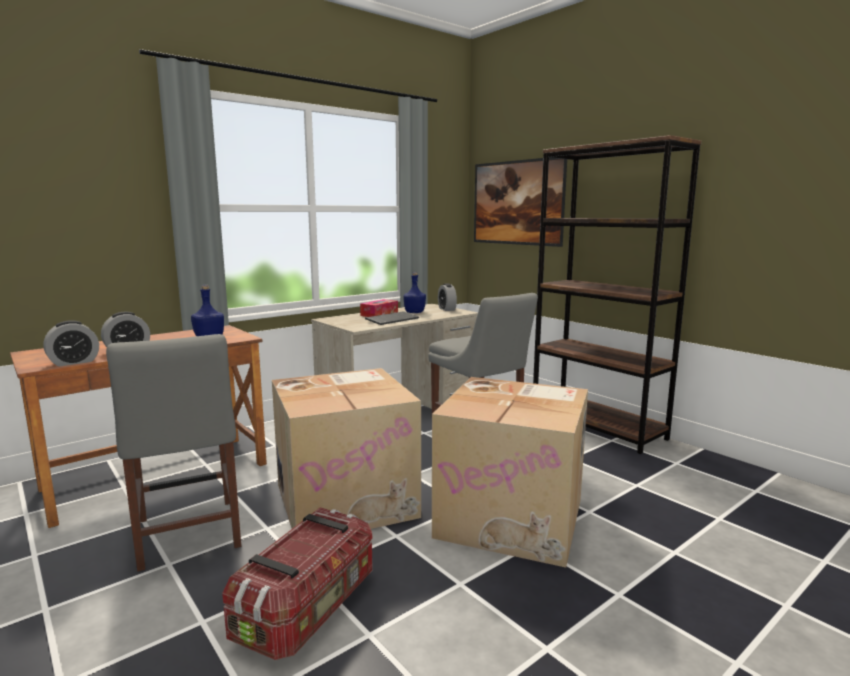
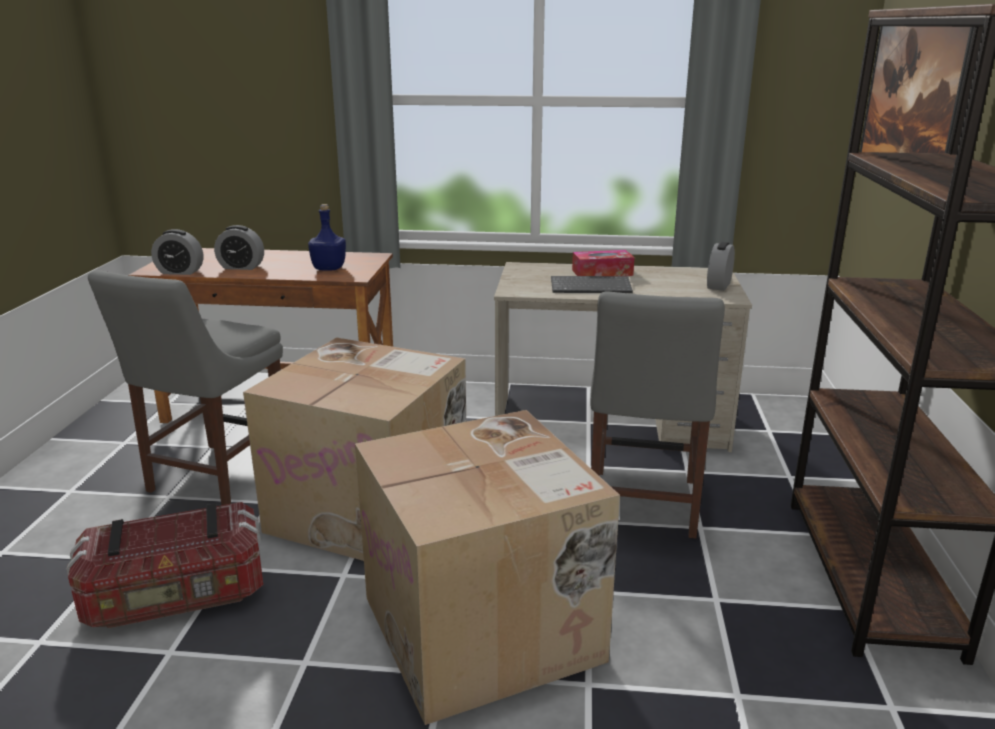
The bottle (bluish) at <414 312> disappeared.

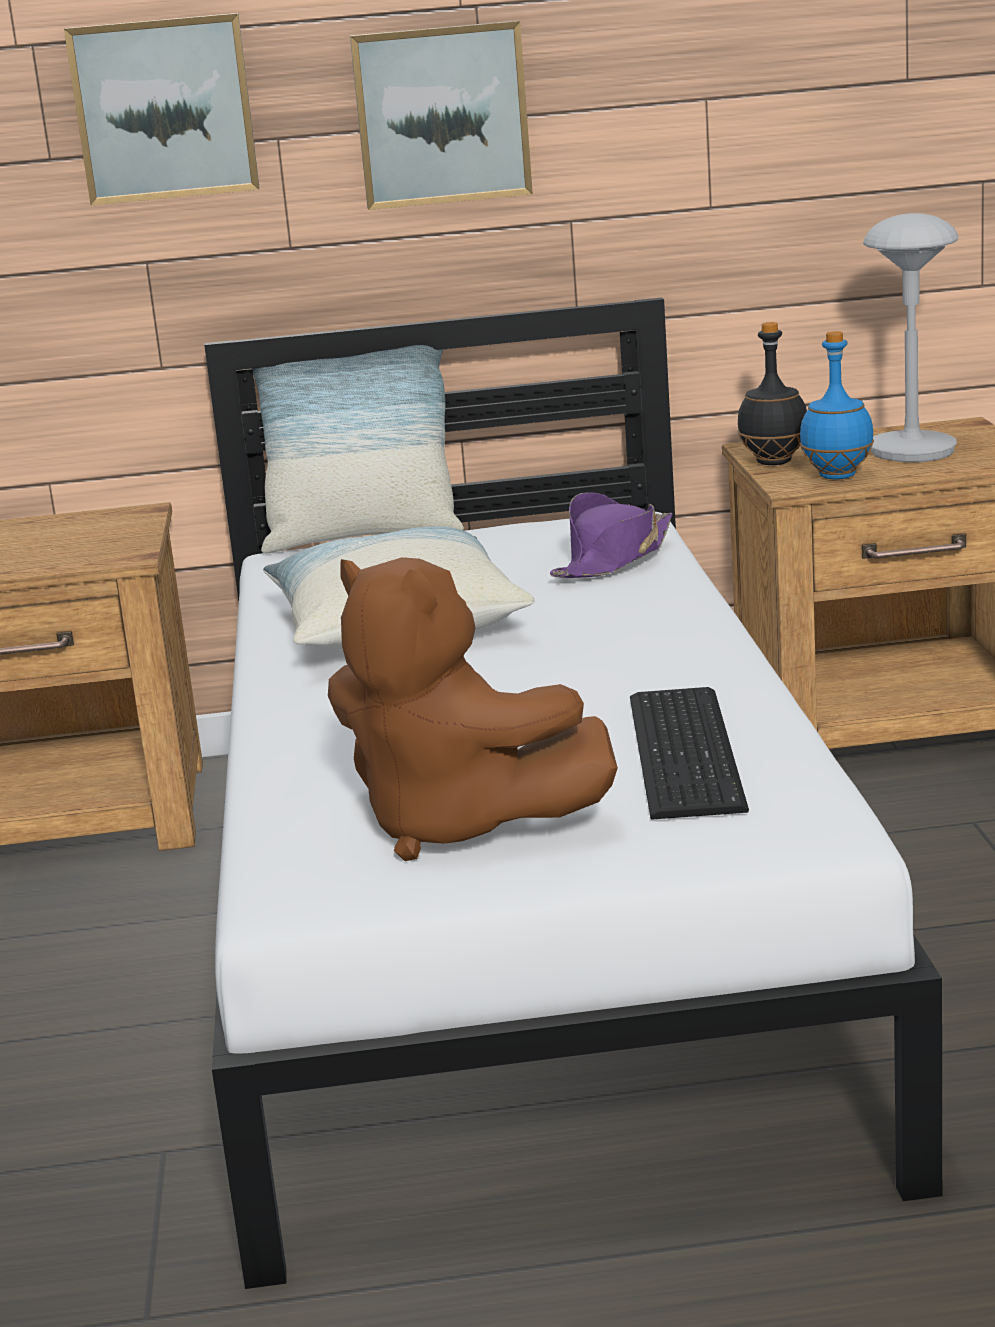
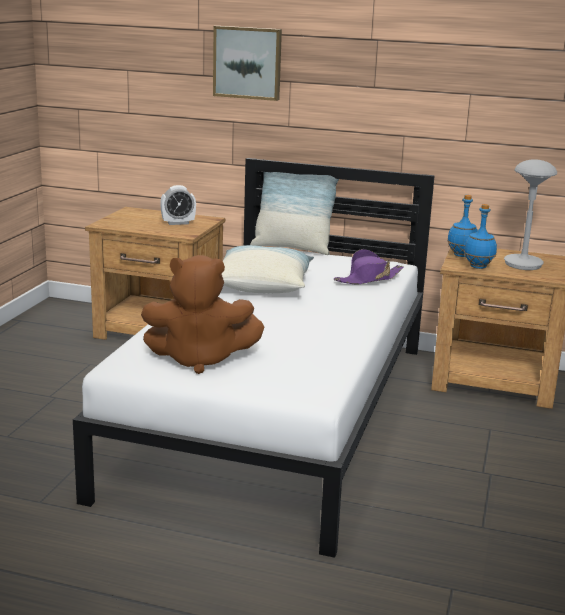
The wall art at <441 115> disappeared.
The bottle (blackish) at <773 462> became the bottle (bluish) at <461 255>.
The plush toy (brown-coloured) at <458 825> turned 60 degrees counterclockwise.
The PC keyboard at <690 750> disappeared.
The alarm clock at <178 223> appeared.

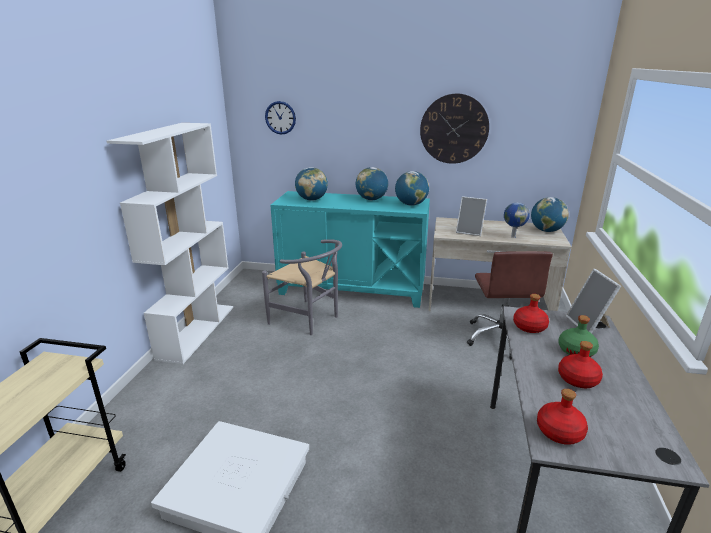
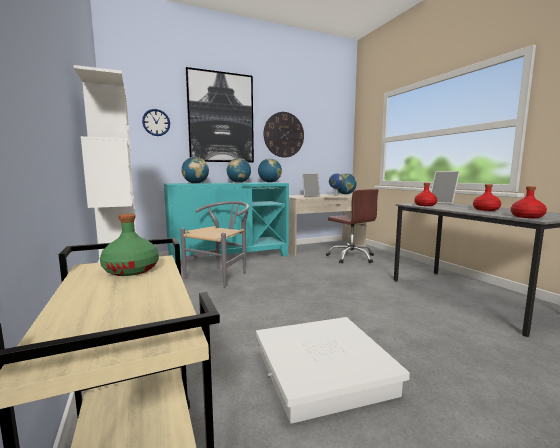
The plain chair (greyish) at <309 320> turned 60 degrees counterclockwise.
The bottle (greenish) moved from <576 351> to <131 270>.
The wall art at <221 118> appeared.

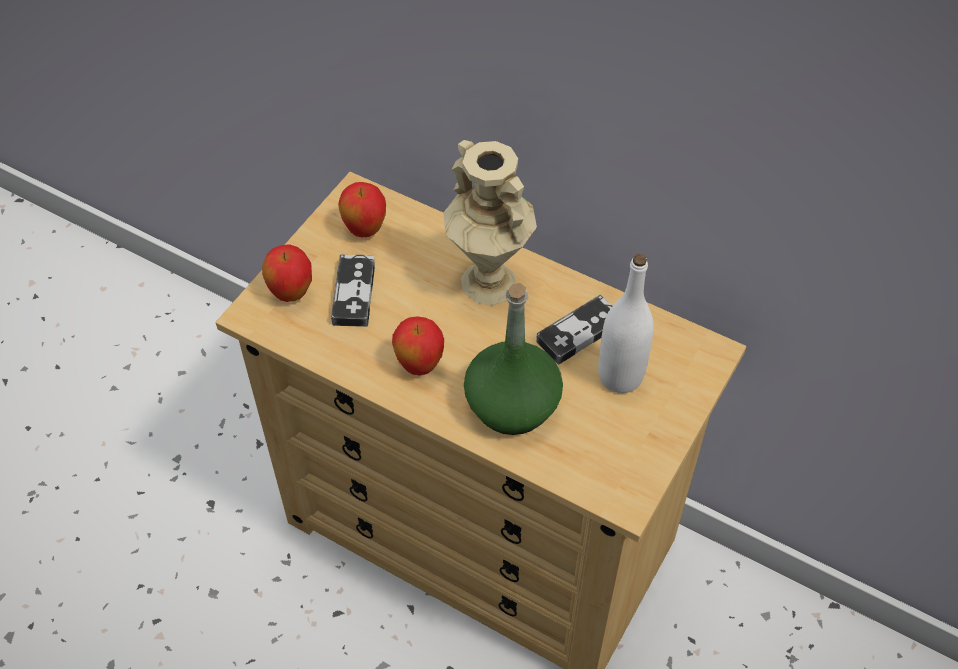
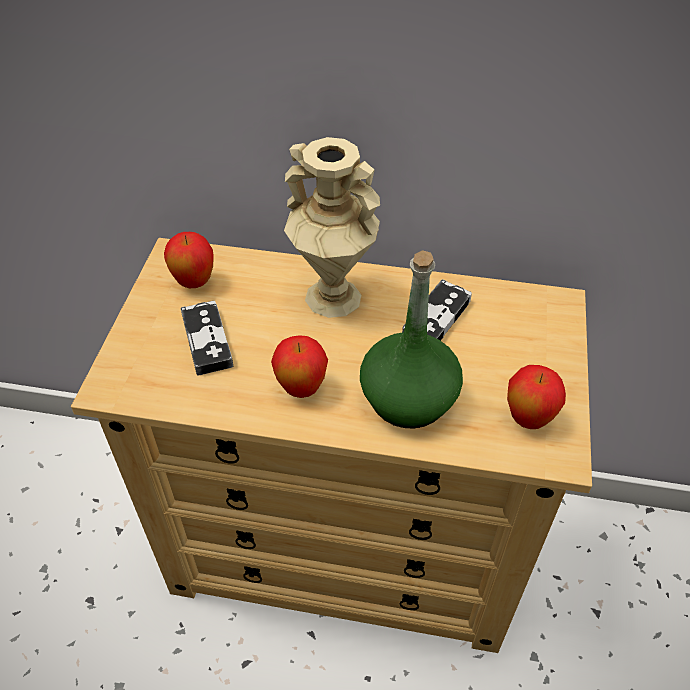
The apple moved from <291 293> to <528 418>.
The bottle (whitish) at <620 376> disappeared.

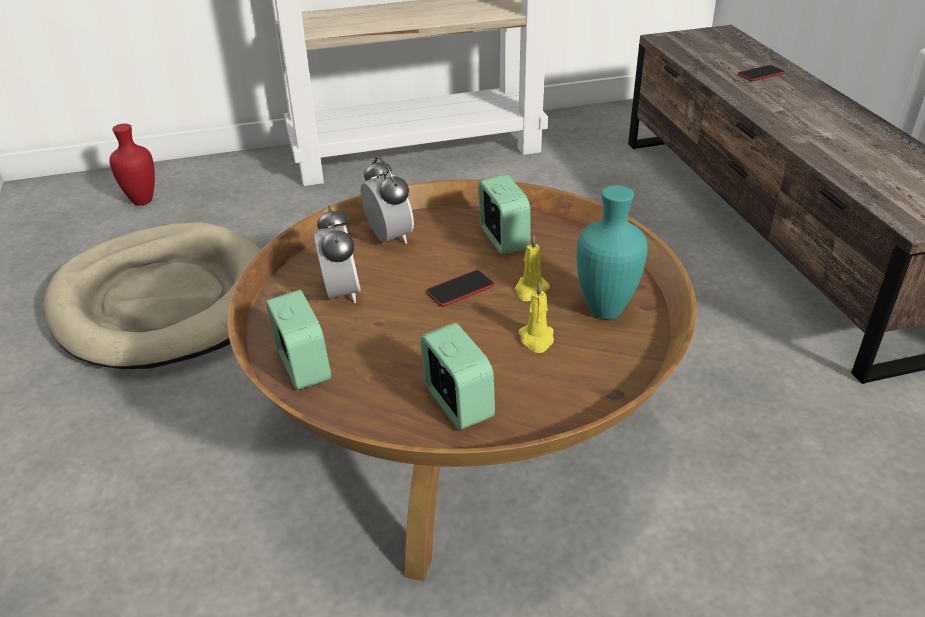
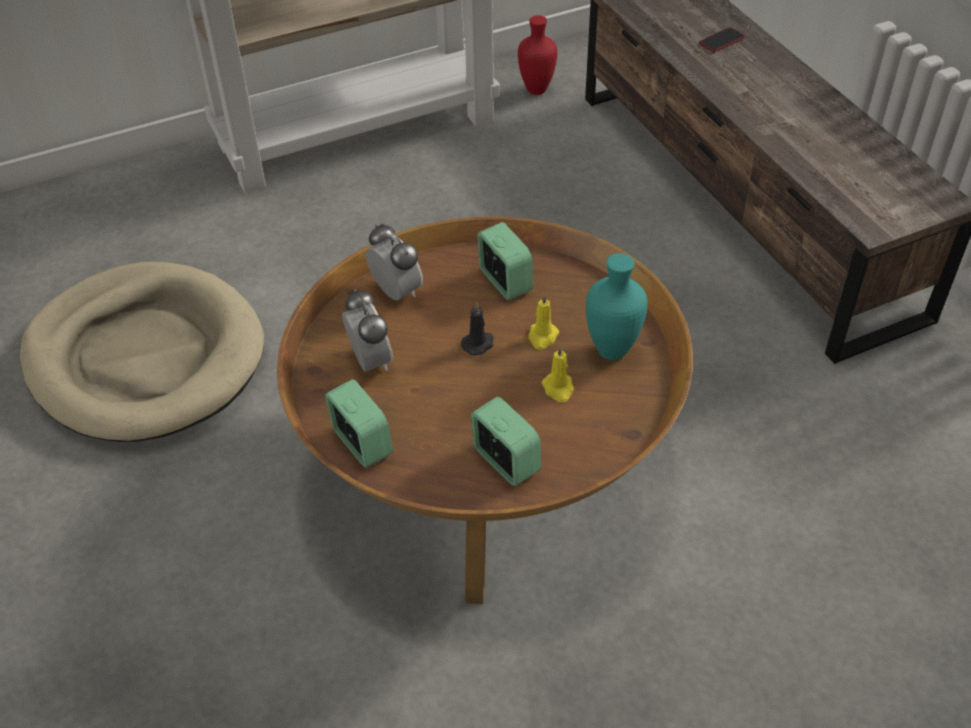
The flower vase (red-coloured) moved from <144 201> to <538 90>.
The handset at <460 289> was replaced by the wax light (blackish) at <478 344>.

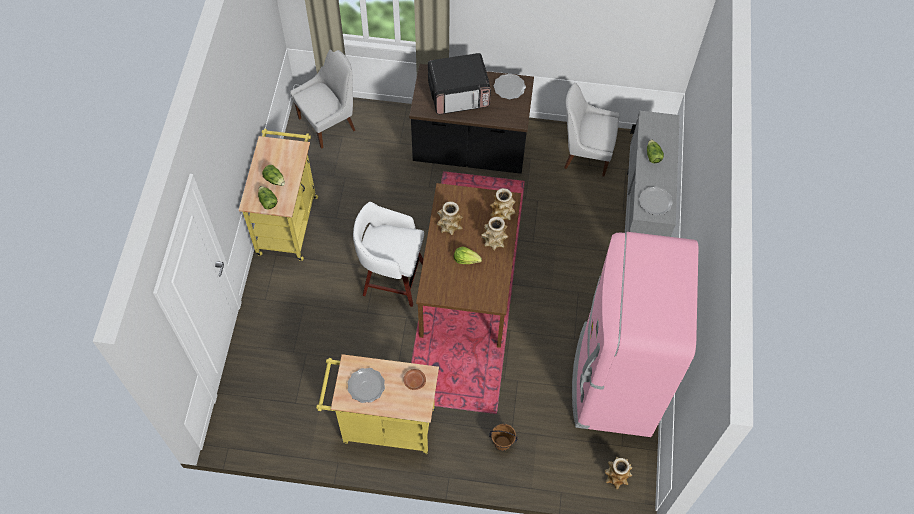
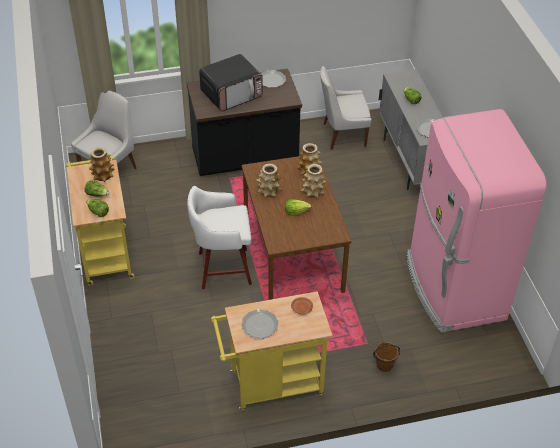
The flower vase moved from <616 476> to <103 175>.

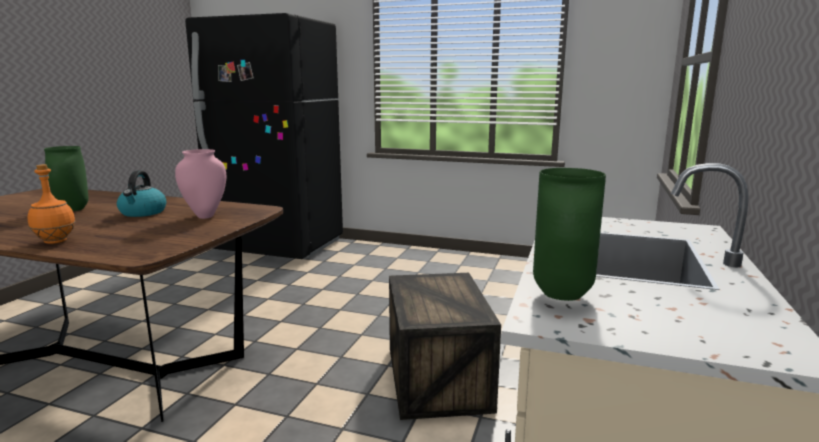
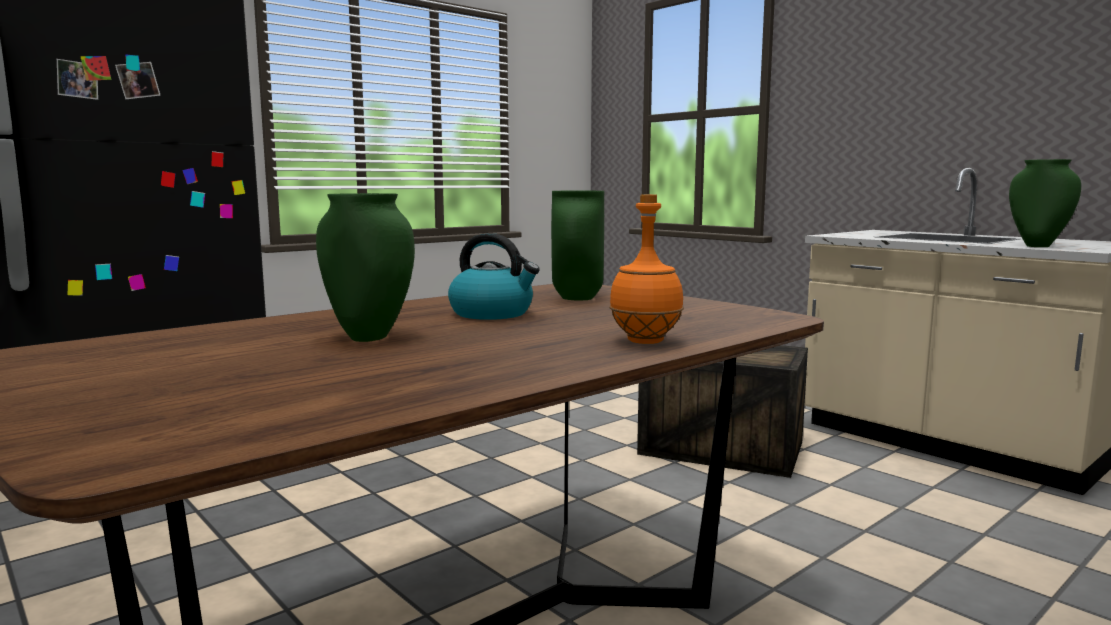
The flower vase (pink-coloured) at <205 216> became the flower vase (greenish) at <576 298>.

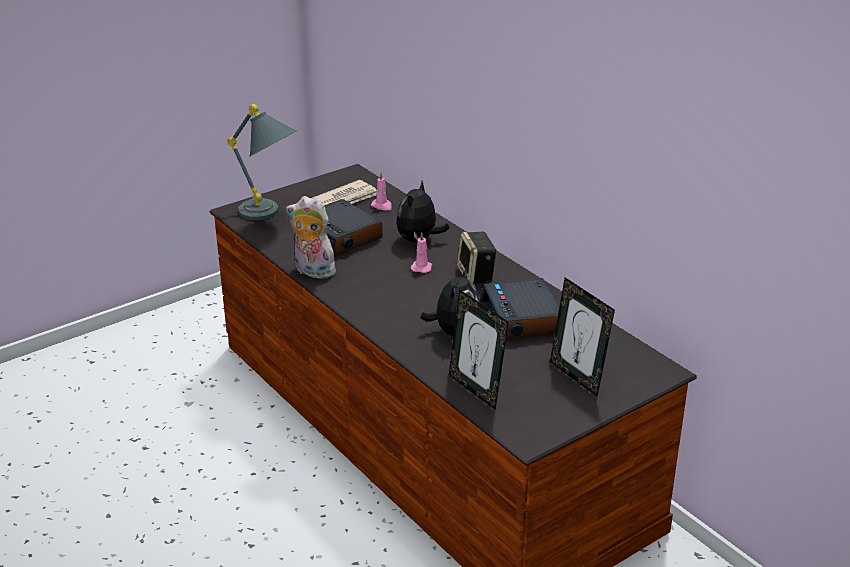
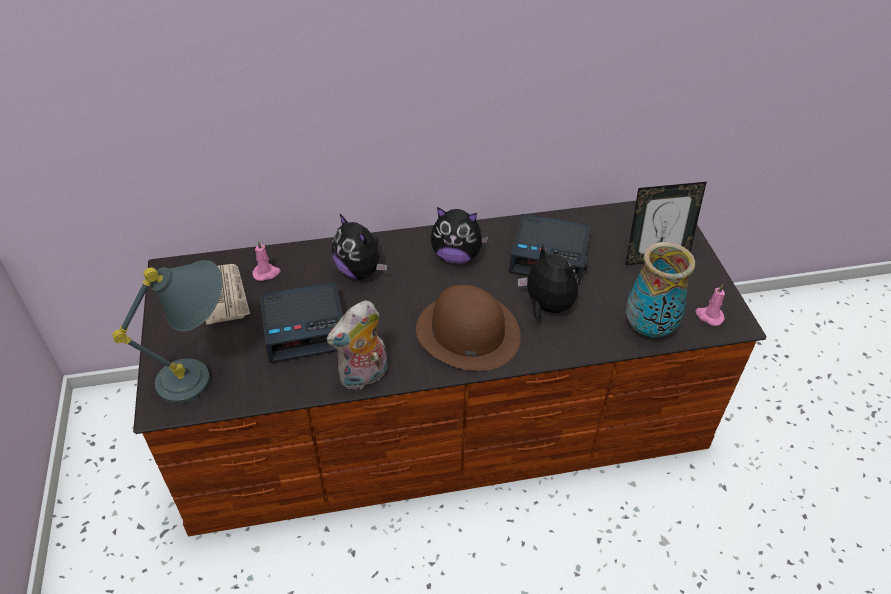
The wax light (pink-coloured) moved from <422 267> to <709 316>.
The audio speaker at <476 275> was replaced by the plush toy at <456 256>.
The photo frame at <476 389> was replaced by the flower vase at <649 328>.
The wearable hat (brown-coloured) at <467 332> appeared.

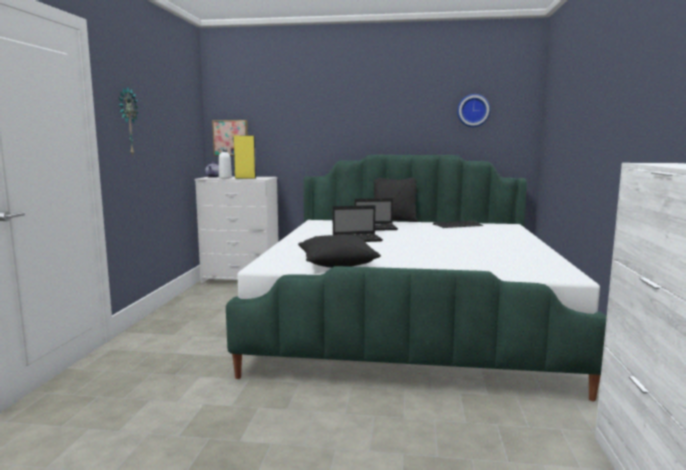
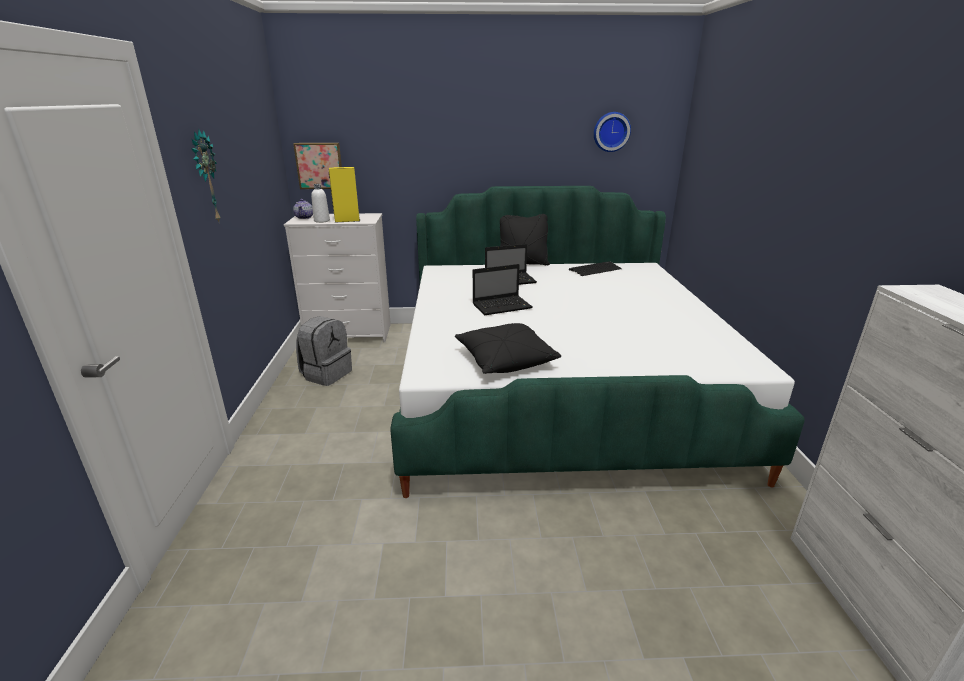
The backpack (greyish) at <326 374> appeared.

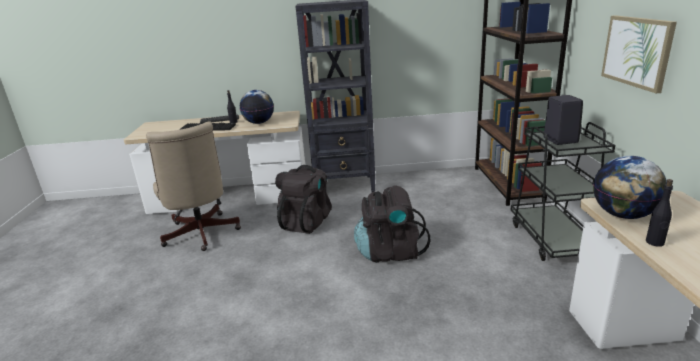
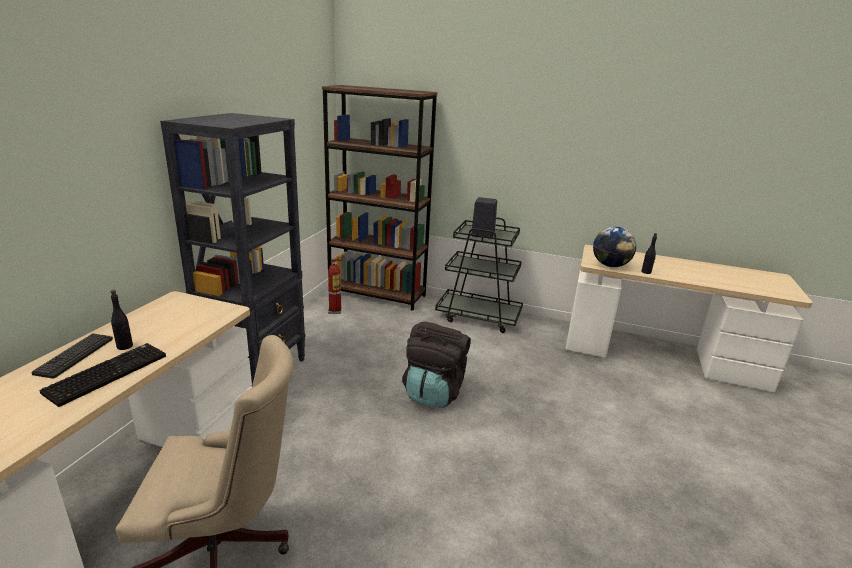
The wall art at <637 51> disappeared.
The desk globe at <259 123> disappeared.
The backpack (blackish) at <306 221> disappeared.
The fire-fighting cylinder at <335 311> appeared.

